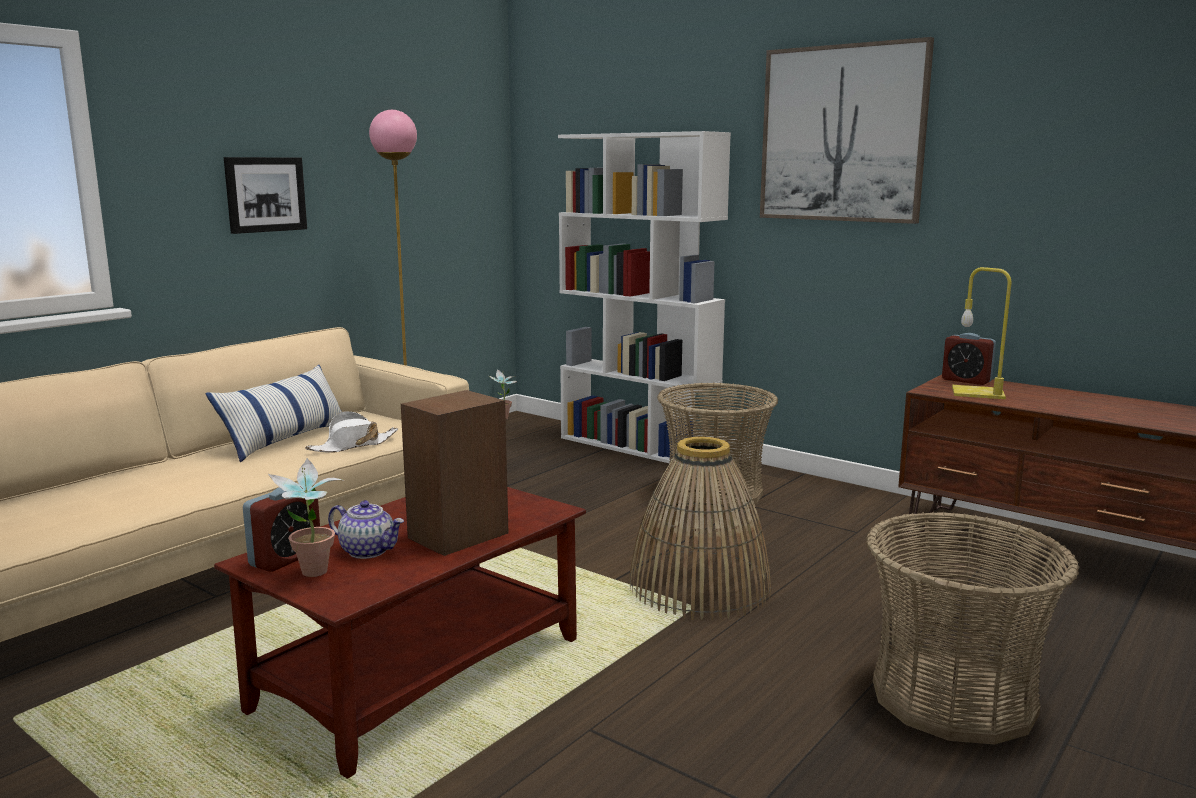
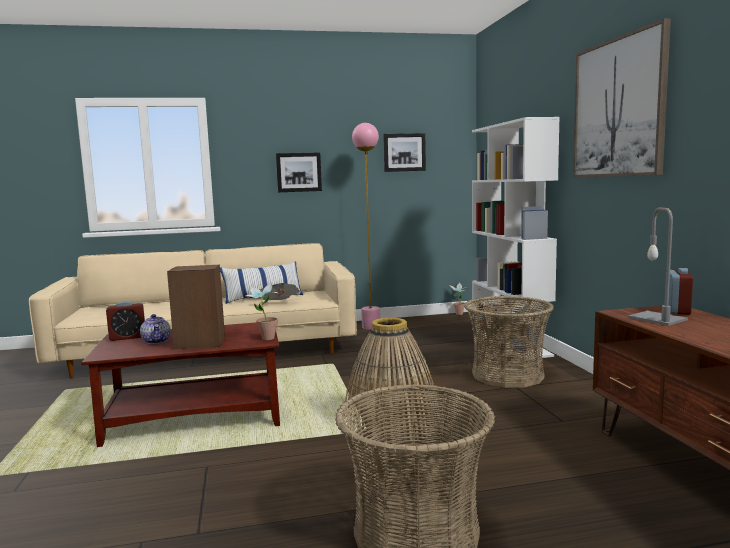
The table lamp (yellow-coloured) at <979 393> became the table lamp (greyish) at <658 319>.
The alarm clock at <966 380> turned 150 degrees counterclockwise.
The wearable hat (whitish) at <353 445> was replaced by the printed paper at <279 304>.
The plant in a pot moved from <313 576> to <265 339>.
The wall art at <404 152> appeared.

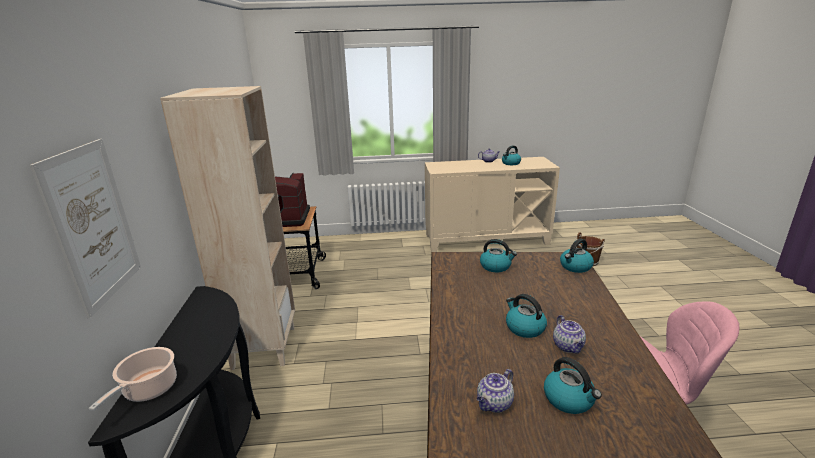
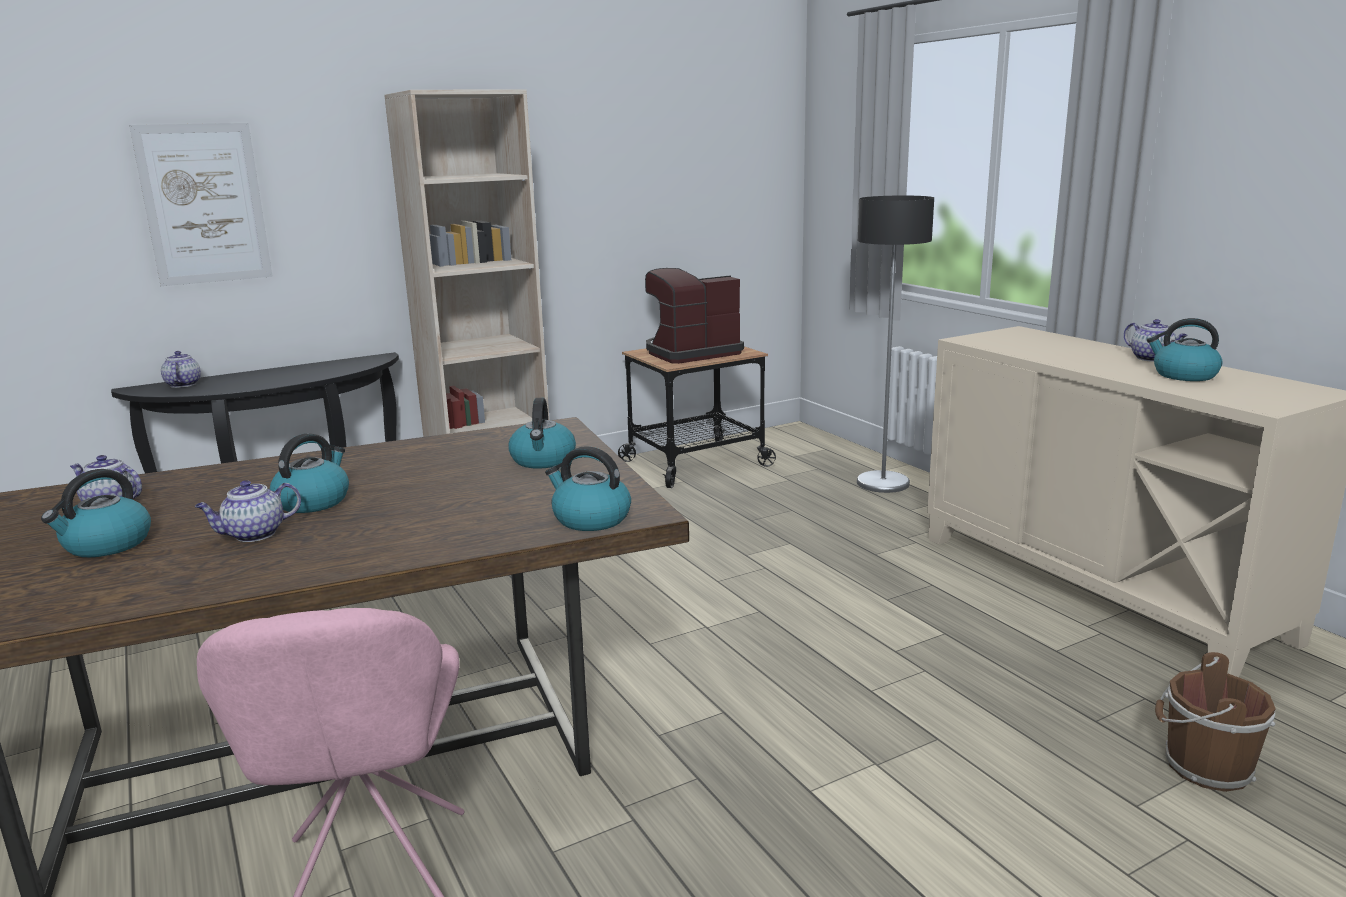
The cooking pot at <148 390> was replaced by the pot for tea at <183 384>.
The standing lamp at <883 483> appeared.

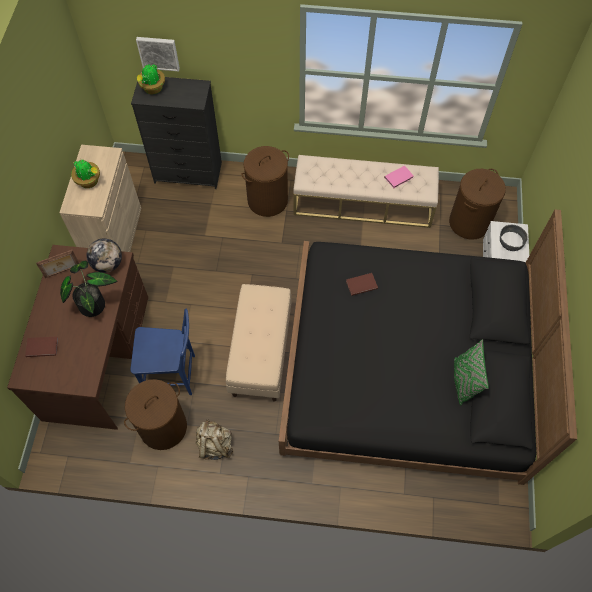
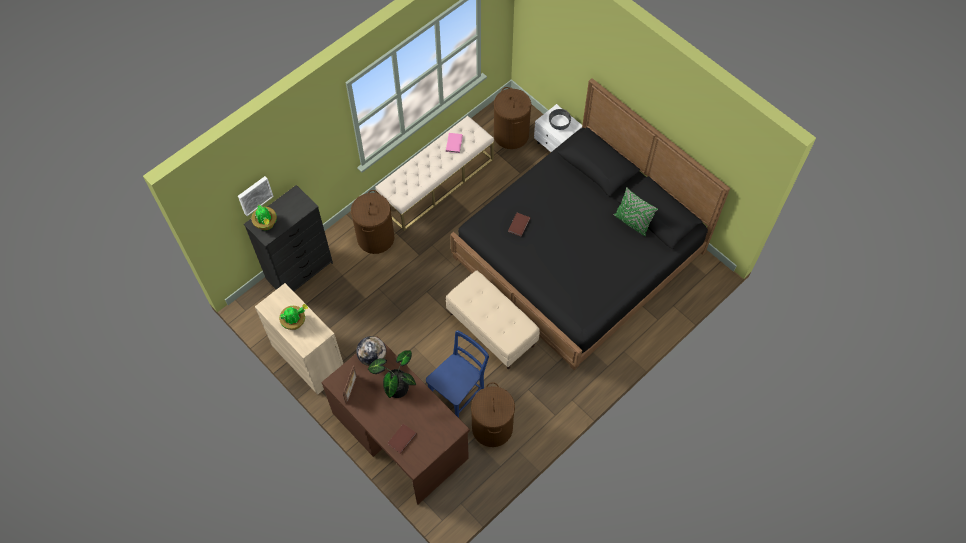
The backpack (beige-coloured) at <214 445> disappeared.

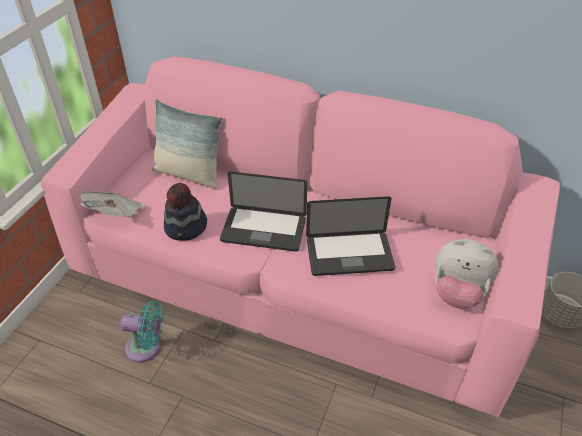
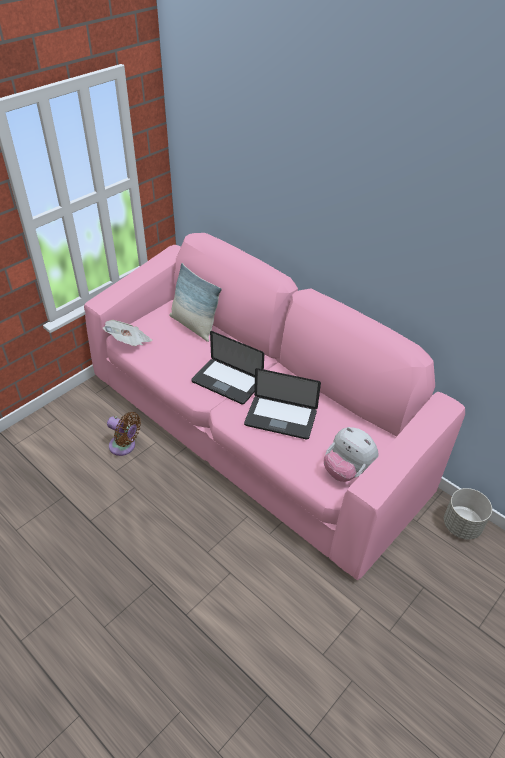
The wearable hat at <186 228> disappeared.
The electric fan (turquoise) at <147 348> became the electric fan (brown-coloured) at <124 446>.

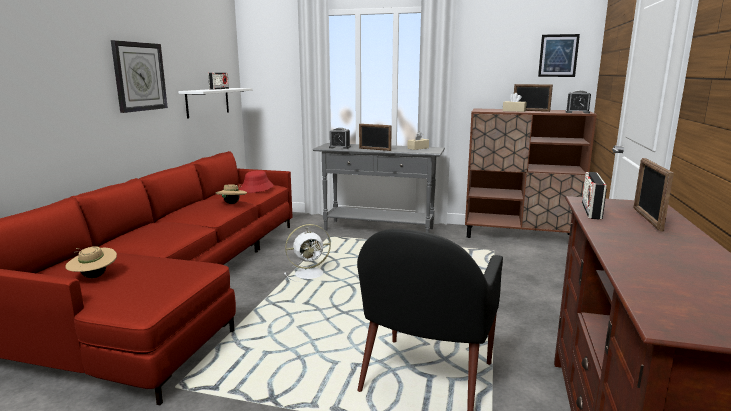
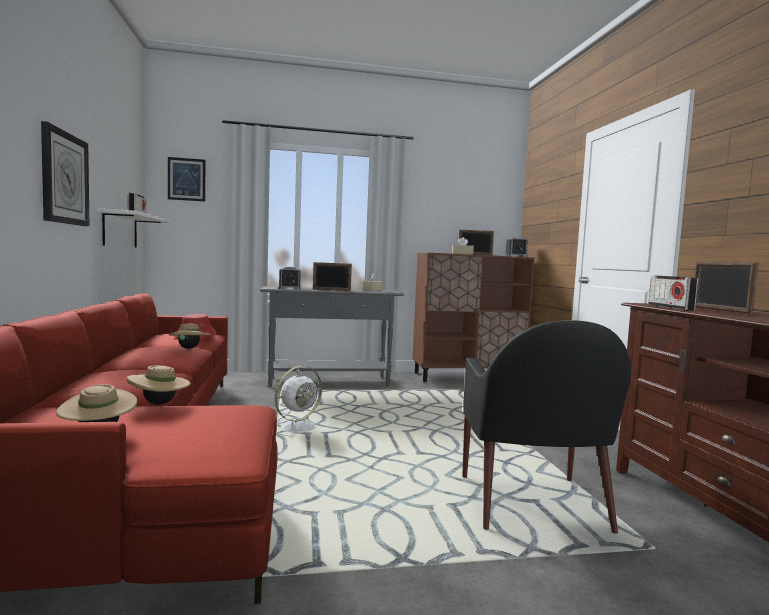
The wall art moved from <558 55> to <186 179>.
The wearable hat (beige-coloured) at <159 404> appeared.

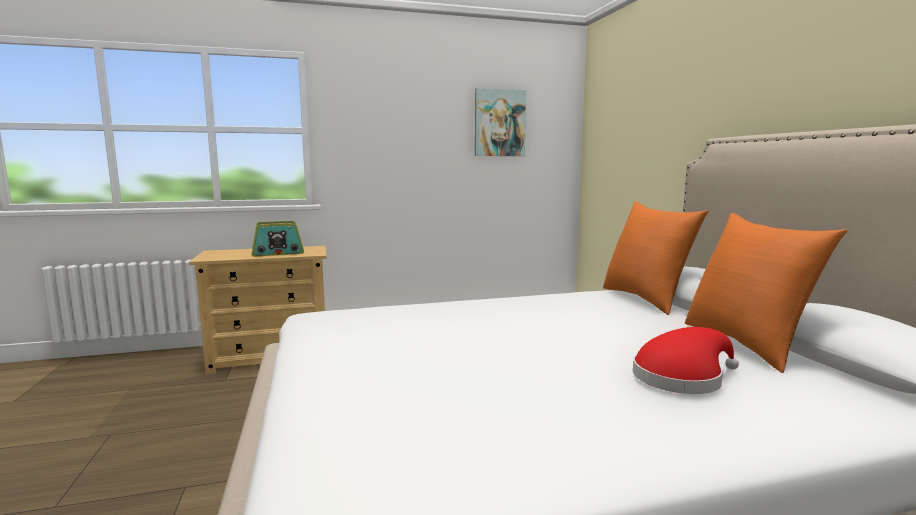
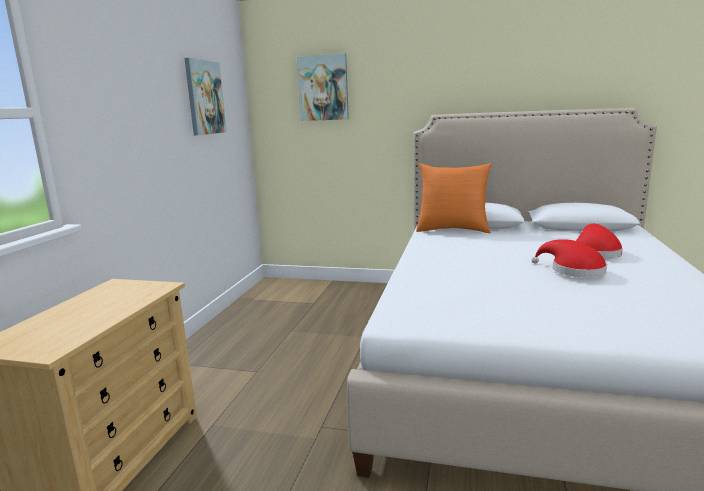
The throw pillow (orange) at <746 344> disappeared.
The radio receiver at <278 253> disappeared.
The wall art at <323 88> appeared.
The wearable hat (red-coloured) at <573 270> appeared.

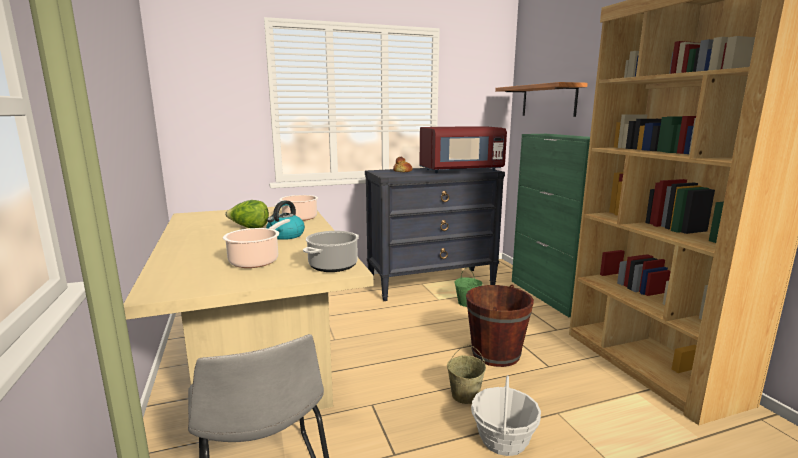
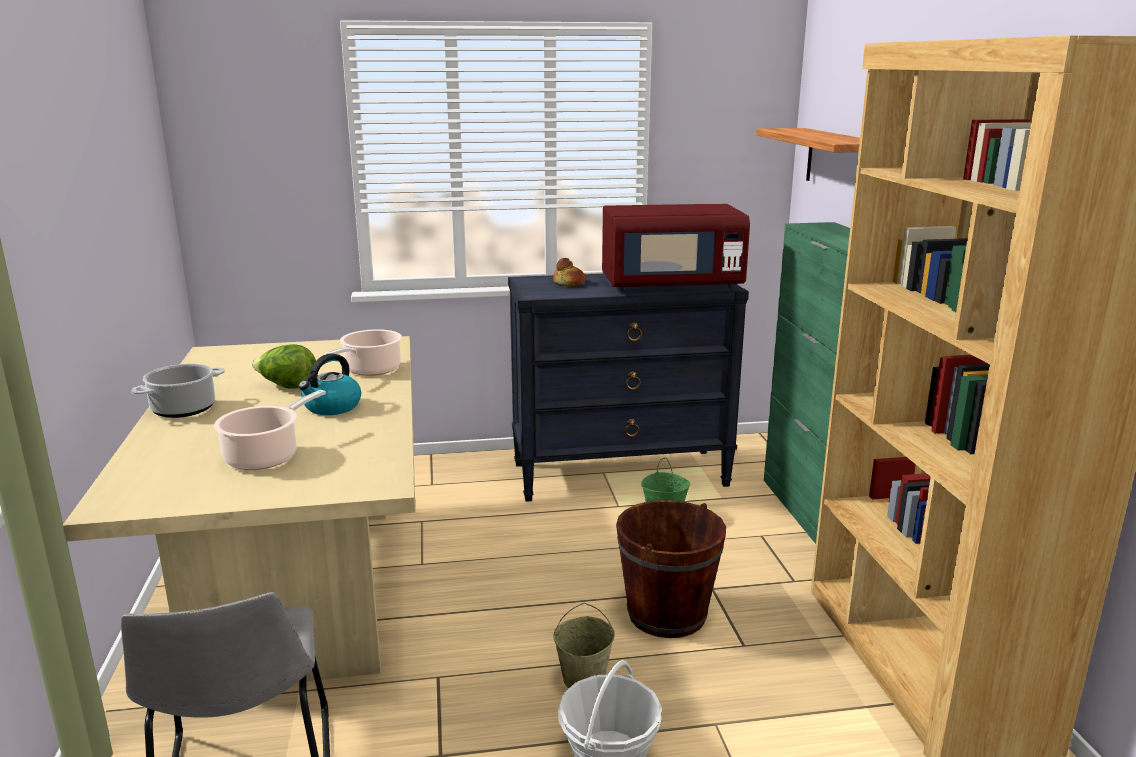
The cooking pot moved from <333 265> to <184 409>.

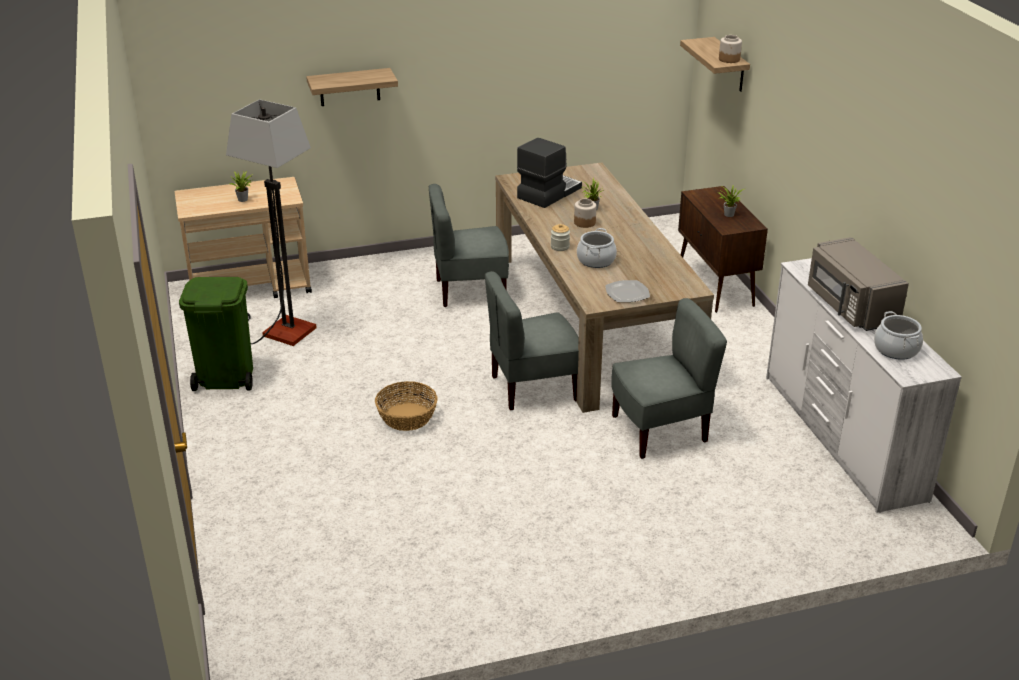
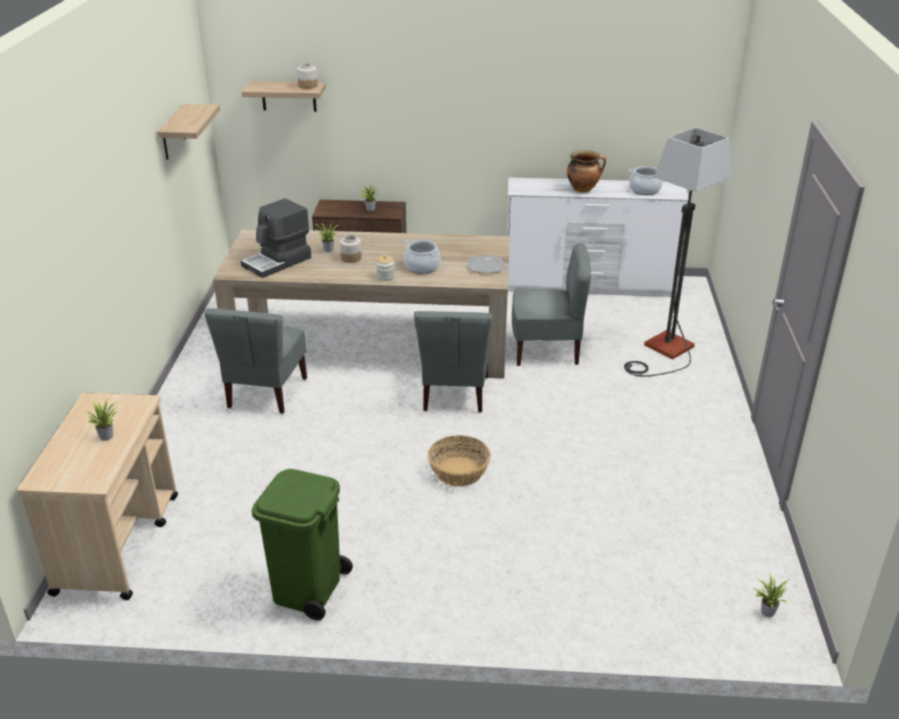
The bracket shelf moved from <349 87> to <173 133>.
The standing lamp moved from <276 330> to <664 352>.
The coffee machine at <548 193> turned 105 degrees counterclockwise.
The microwave (greyish) at <850 306> was replaced by the cooking pot at <583 189>.
The plain chair (greyish) at <660 430> turned 90 degrees clockwise.
The plant in a pot at <766 611> appeared.

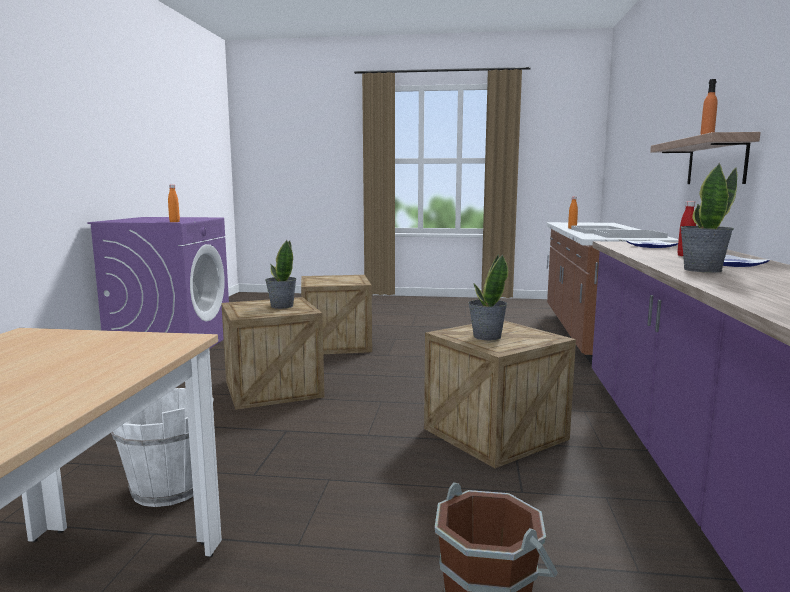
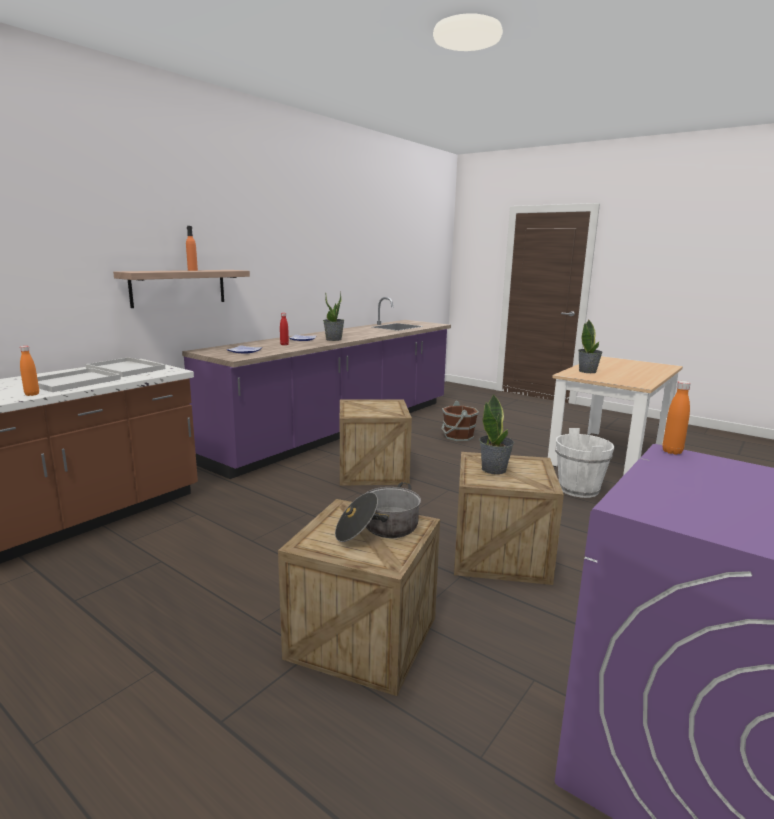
The plant in a pot moved from <486 336> to <587 371>.
The cooking pot at <378 530> appeared.

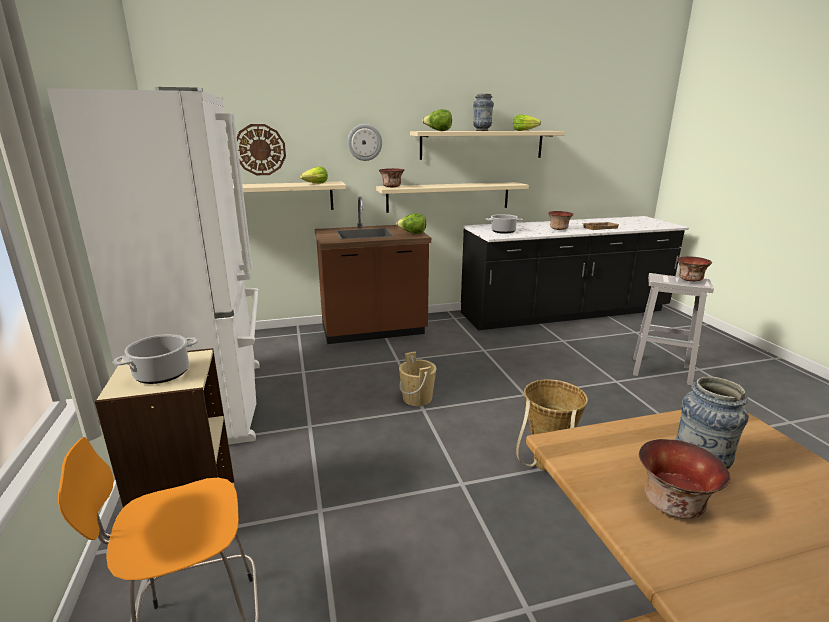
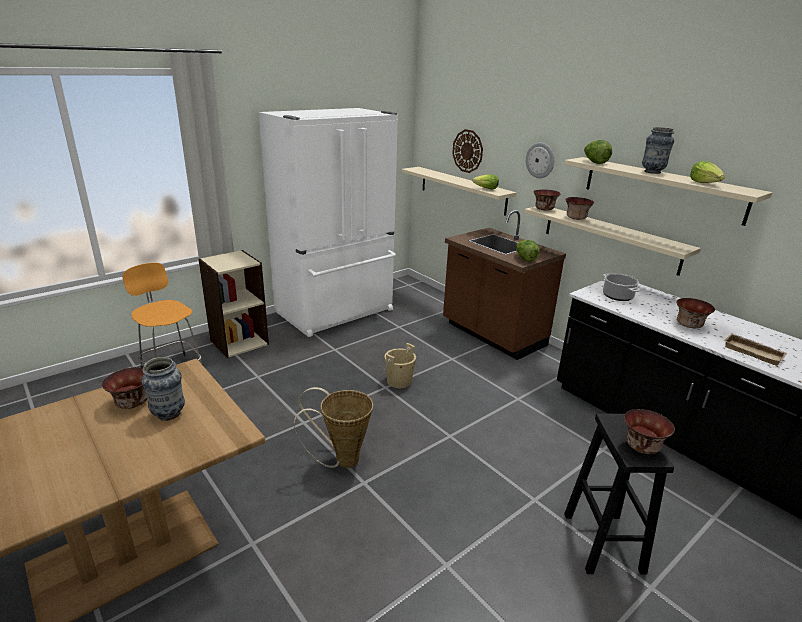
The stool seat (whitish) at <662 371> became the stool seat (blackish) at <603 544>.
The cooking pot at <162 373> disappeared.
The deep dish at <576 218> appeared.

